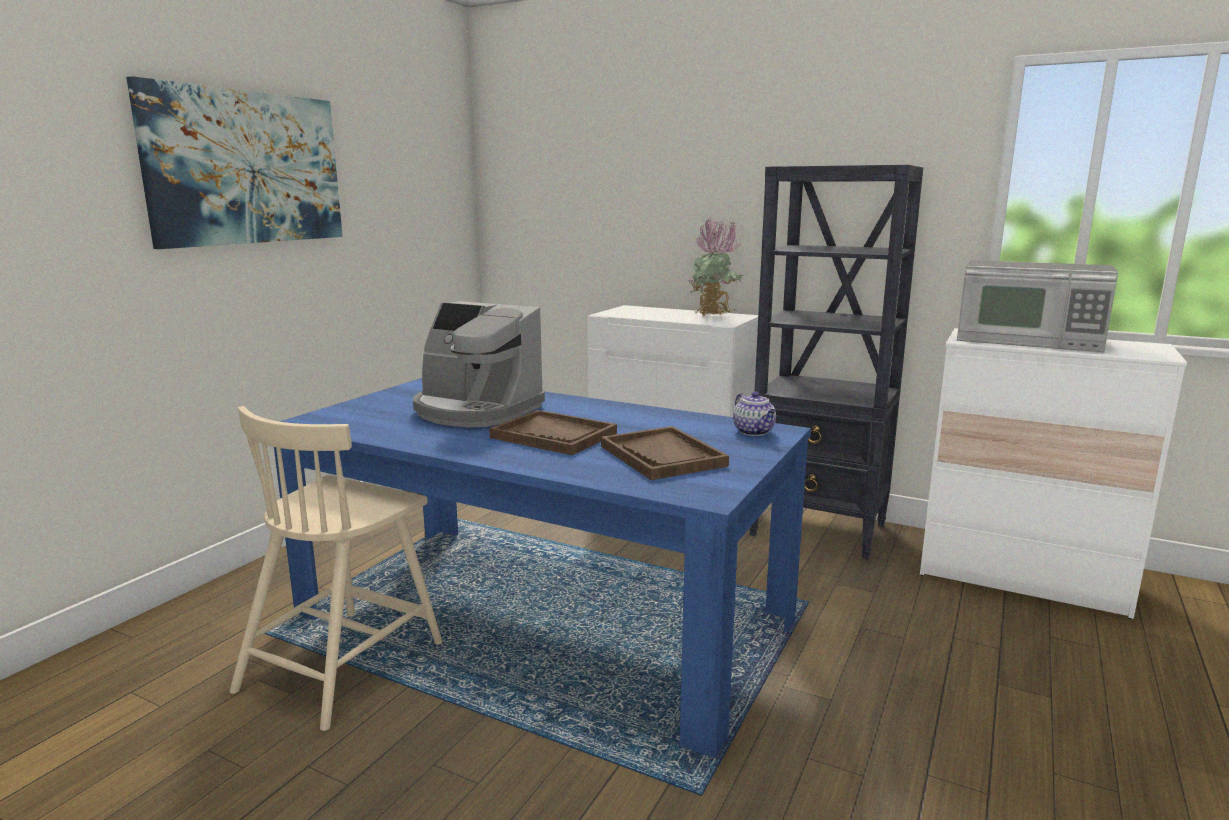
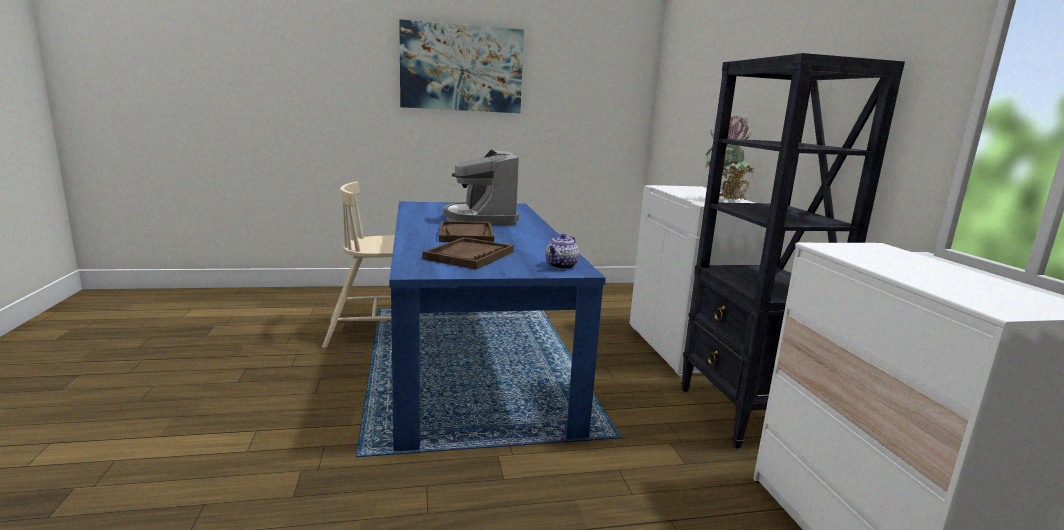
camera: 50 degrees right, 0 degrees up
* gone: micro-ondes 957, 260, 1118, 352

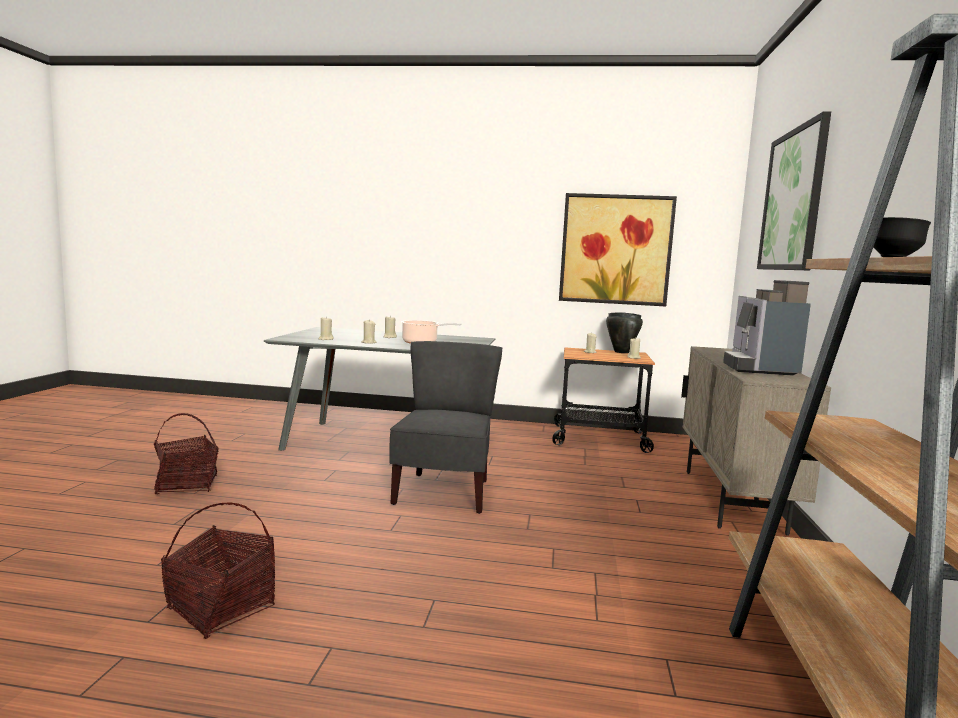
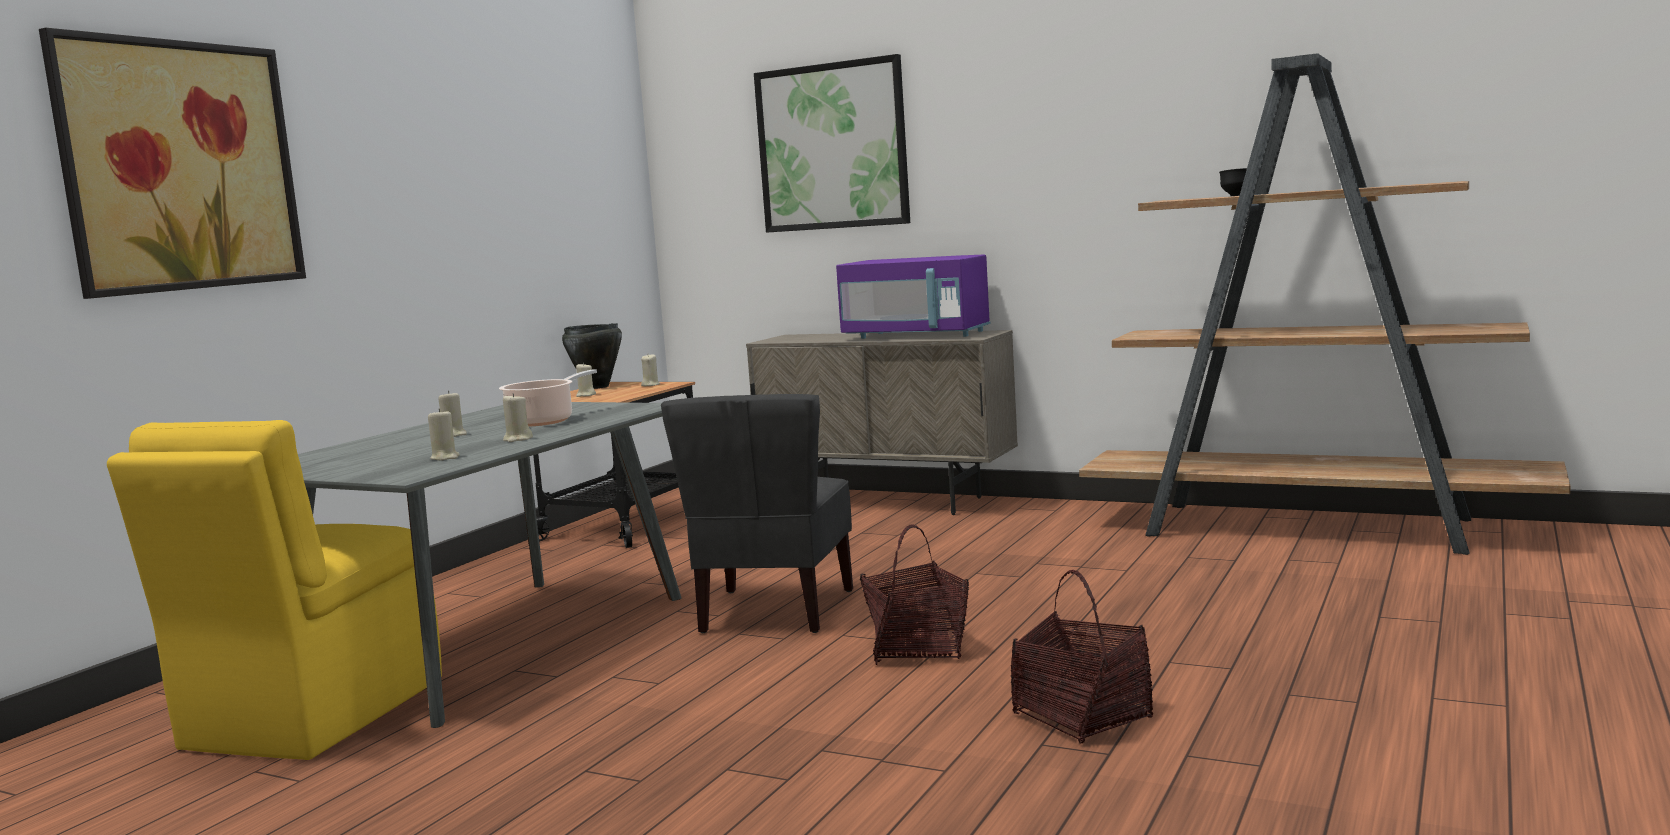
camera: 70 degrees left, 0 degrees up
* shifted: tableau 559, 193, 677, 306 to 39, 28, 306, 299
* new: chaise/jaune 107, 420, 442, 760
* rotated: chaise/gris 389, 341, 503, 514 = 661, 394, 853, 633 105 degrees counterclockwise
* swapped: machine à café 723, 280, 811, 376 to micro-ondes/violet 836, 254, 990, 339
* shifted: panier 154, 413, 219, 494 to 860, 524, 969, 665

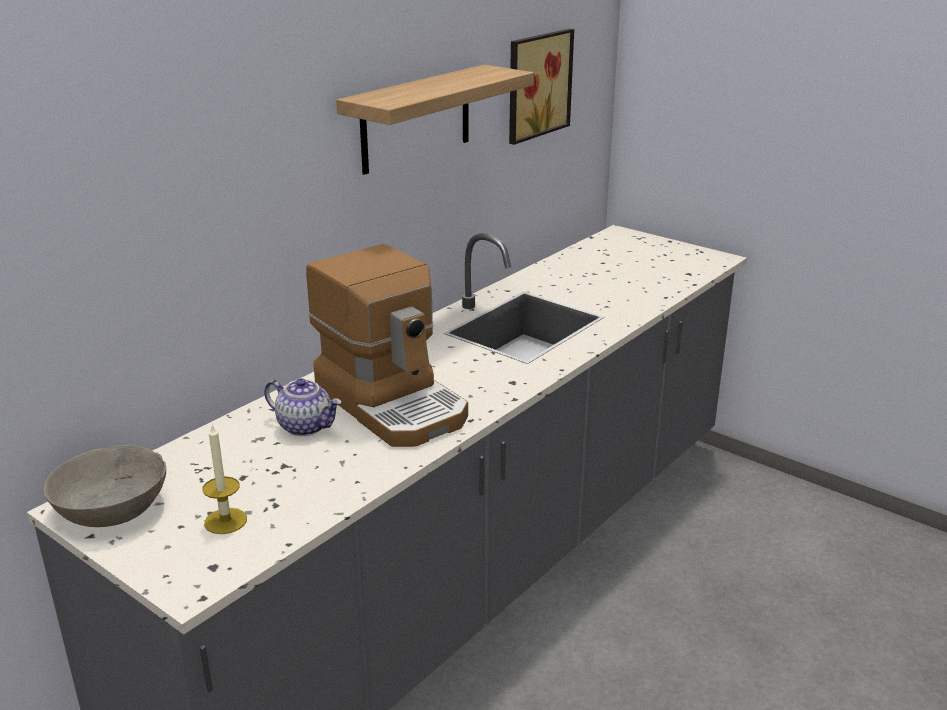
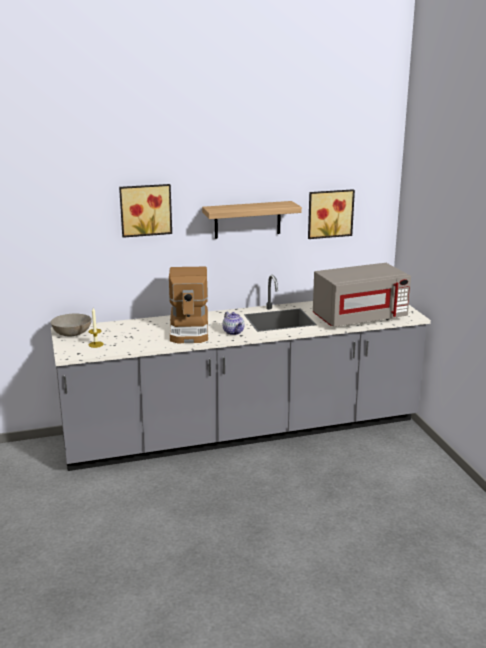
camera: 35 degrees right, 5 degrees down
* new: tableau 119, 184, 172, 238
* shifted: théière 264, 378, 342, 436 to 222, 312, 245, 335
* new: micro-ondes/gris 313, 263, 411, 327

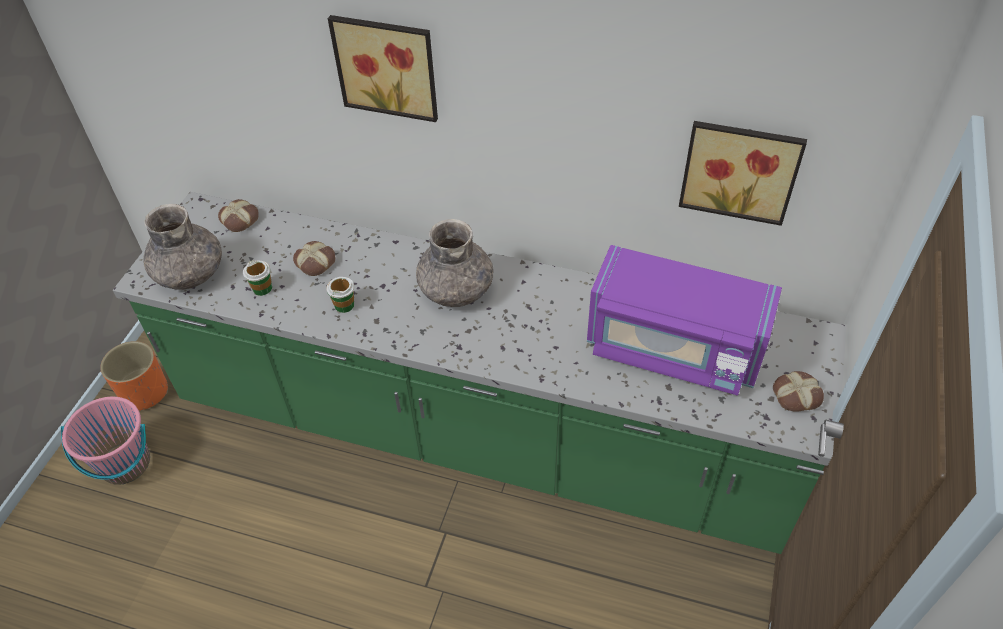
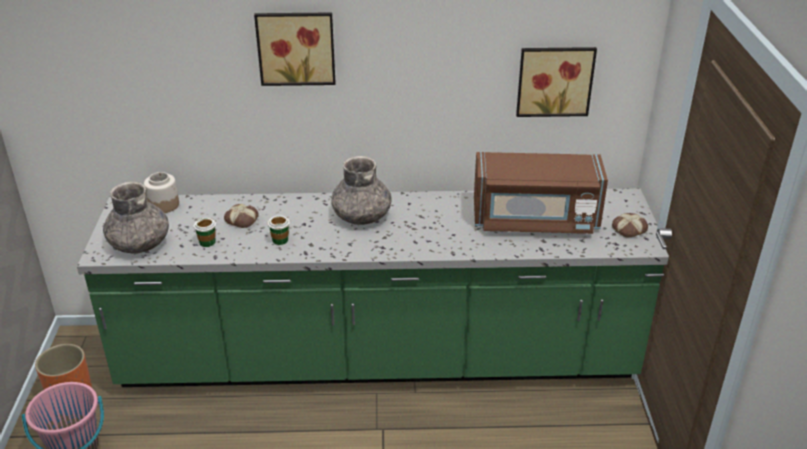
camera: 20 degrees left, 15 degrees down
* swapped: pain 218, 199, 259, 232 to bocal 144, 172, 179, 213
* repainted: micro-ondes/violet 587, 245, 782, 396 to micro-ondes/marron 474, 152, 608, 234

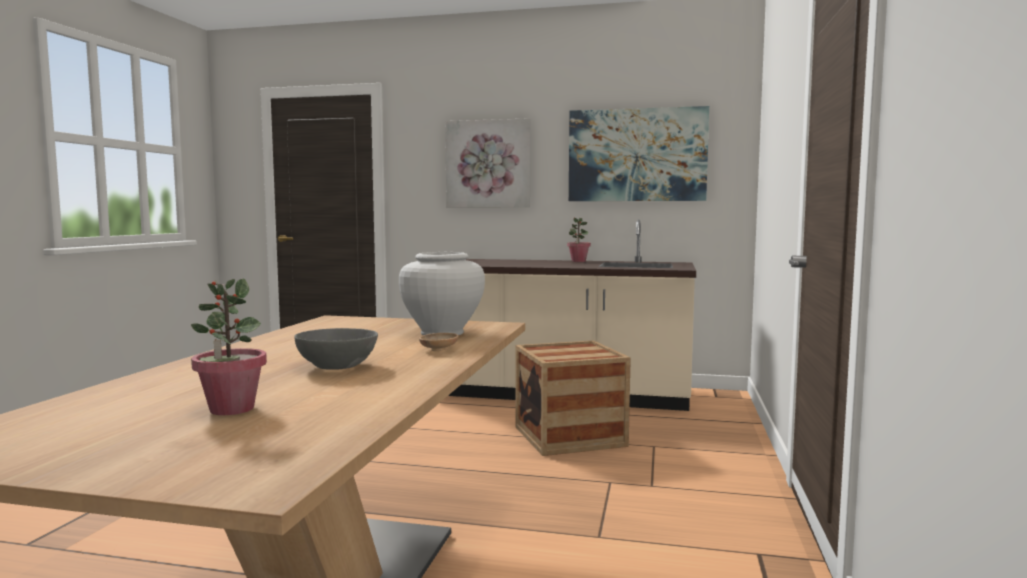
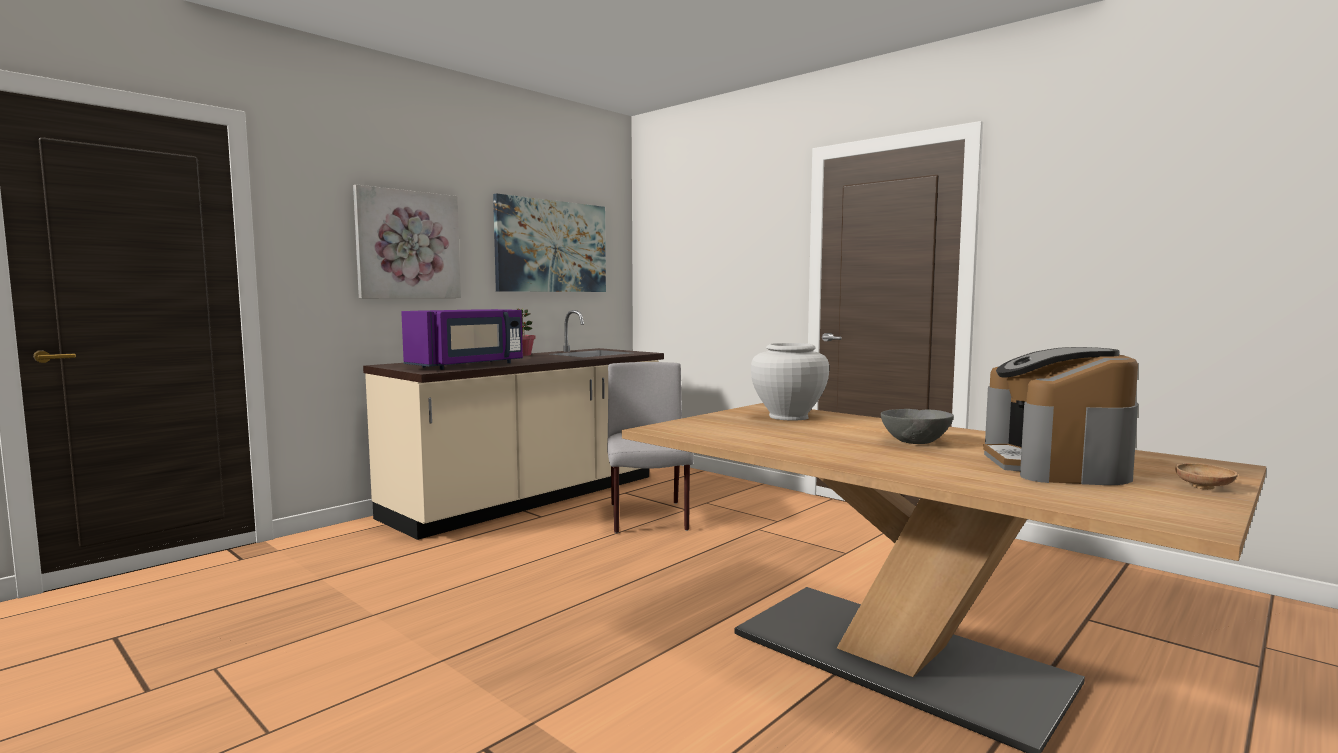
camera: 60 degrees left, 0 degrees up
* new: micro-ondes/violet 401, 309, 523, 370
* swapped: caisse 515, 340, 631, 456 to chaise/gris 607, 362, 694, 533
* swapped: plante en pot 191, 279, 267, 415 to machine à café 983, 347, 1138, 485
* shifted: bol/marron 419, 333, 459, 351 to 1175, 463, 1238, 490

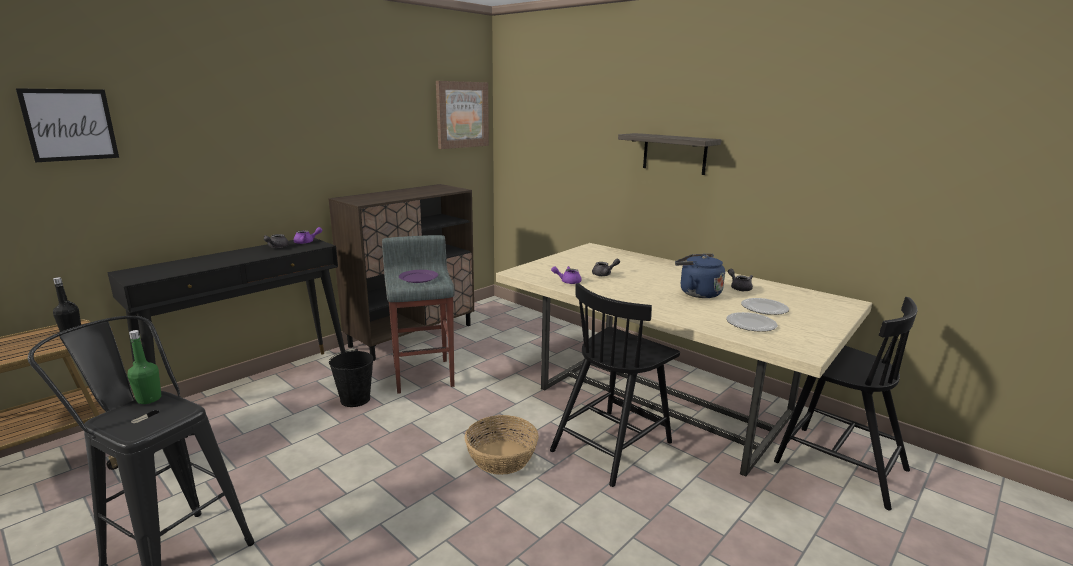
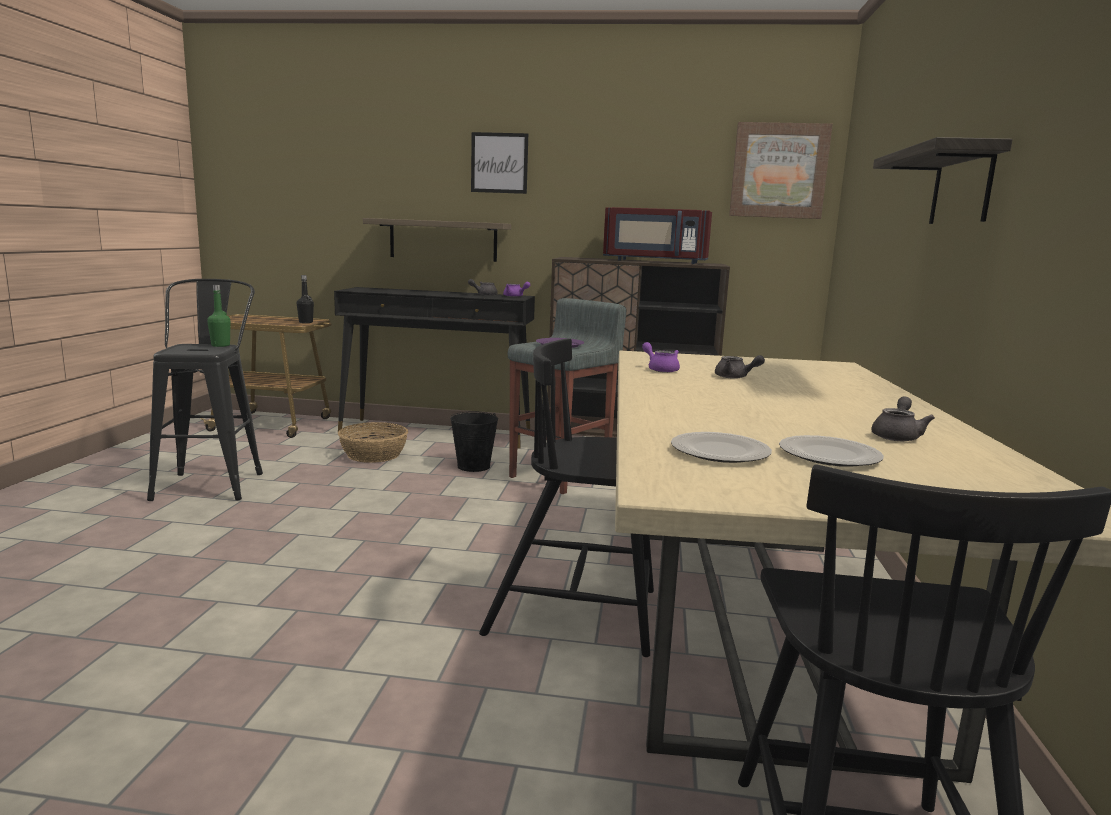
camera: 55 degrees right, 5 degrees down
* shifted: panier 465, 415, 539, 475 to 338, 422, 408, 463
* new: étagère 363, 218, 511, 262
* shifted: tableau 16, 88, 119, 162 to 471, 132, 528, 194
* new: micro-ondes/rouge 603, 207, 712, 264
* gone: bouilloire/bleu 675, 254, 725, 298

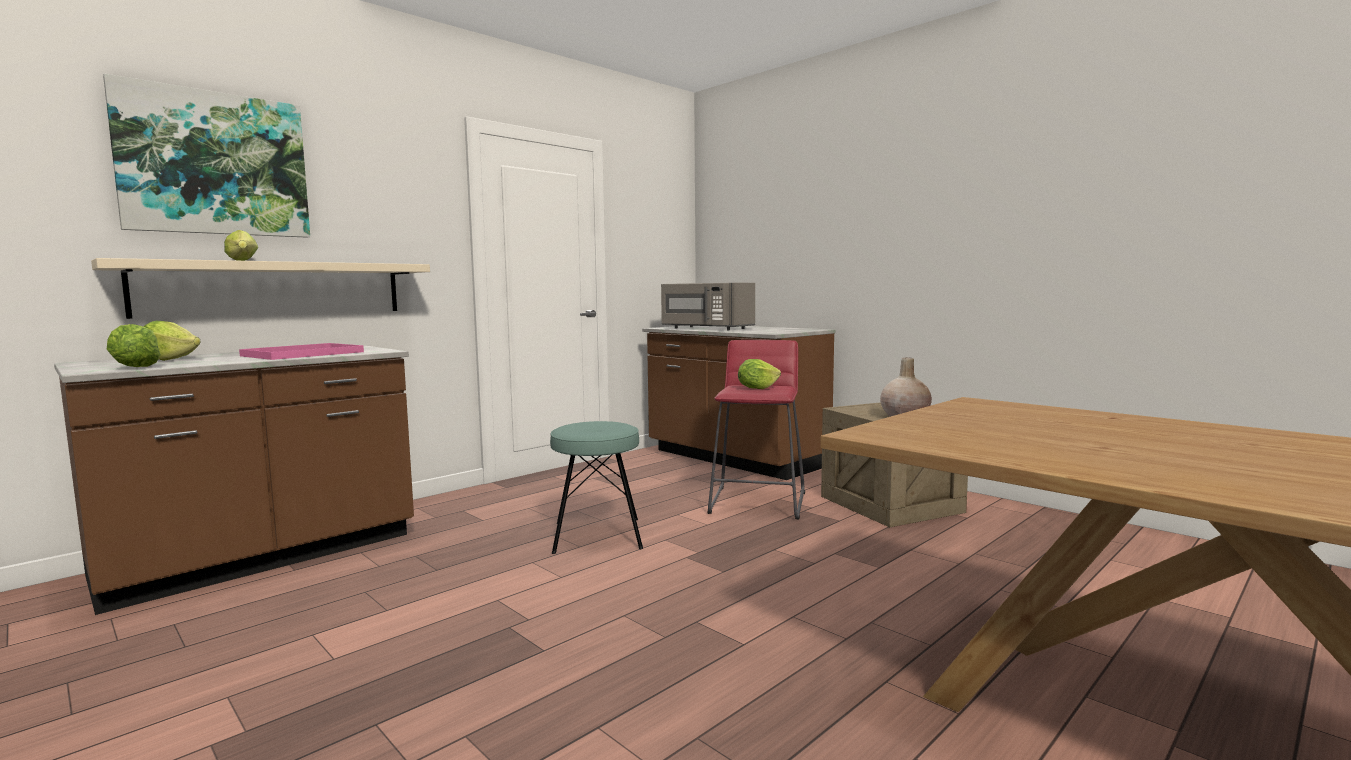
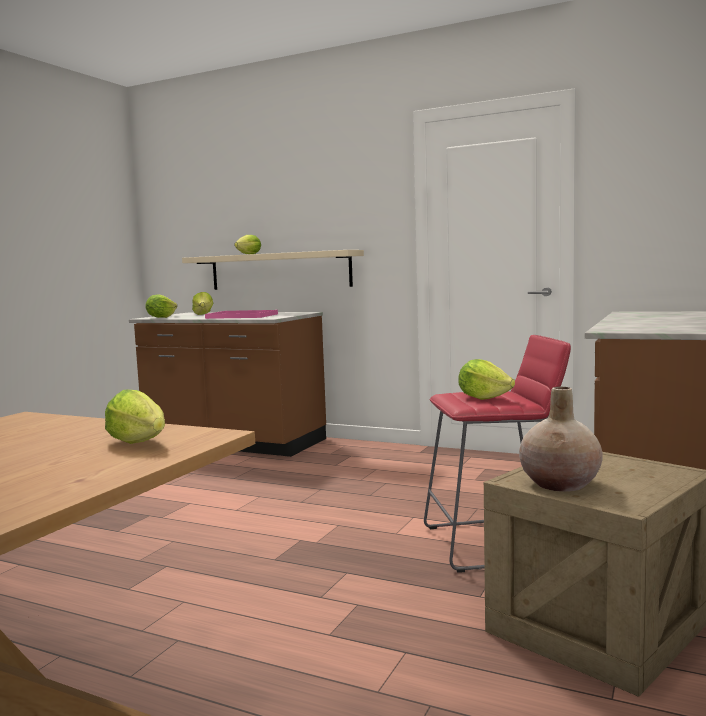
camera: 70 degrees right, 0 degrees up
* new: laitue 105, 390, 165, 444
* gone: tableau 103, 73, 310, 238
* gone: tabouret/turquoise 550, 421, 643, 554
* gone: micro-ondes/gris 661, 283, 755, 330

